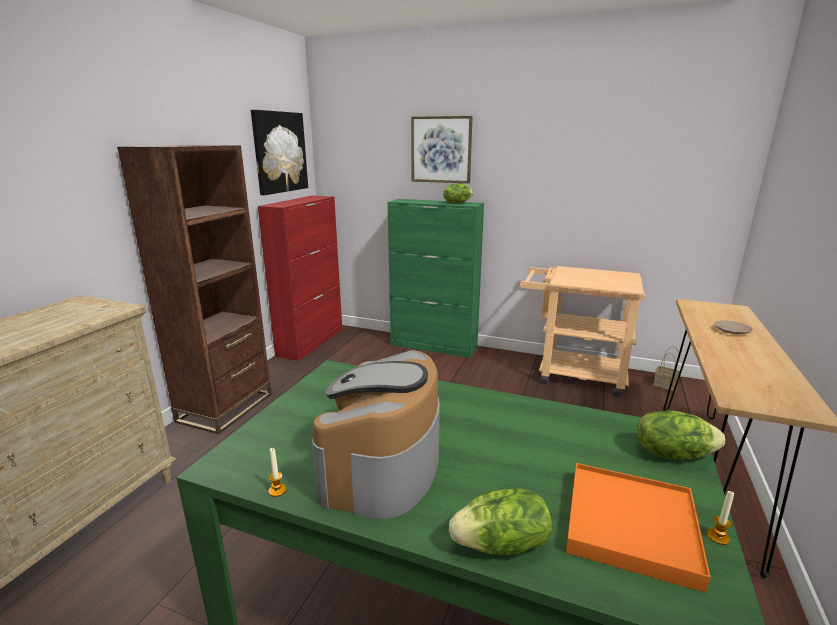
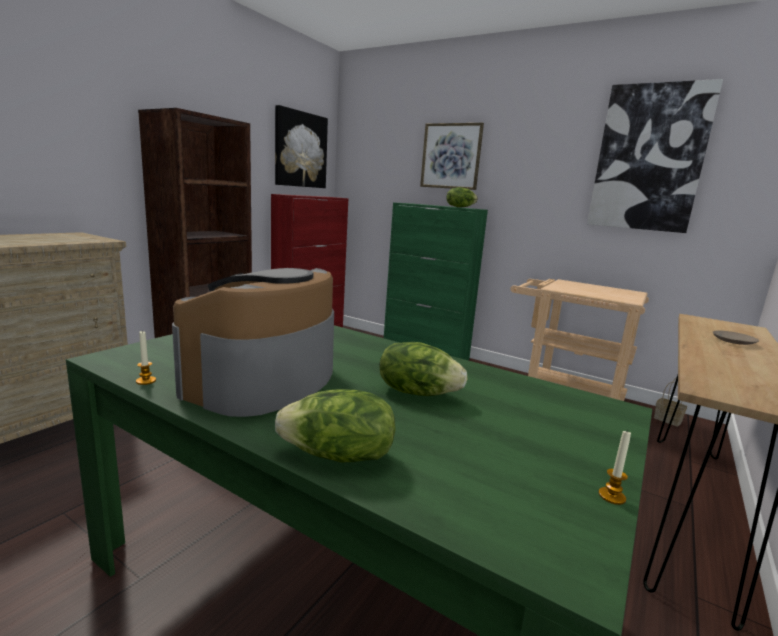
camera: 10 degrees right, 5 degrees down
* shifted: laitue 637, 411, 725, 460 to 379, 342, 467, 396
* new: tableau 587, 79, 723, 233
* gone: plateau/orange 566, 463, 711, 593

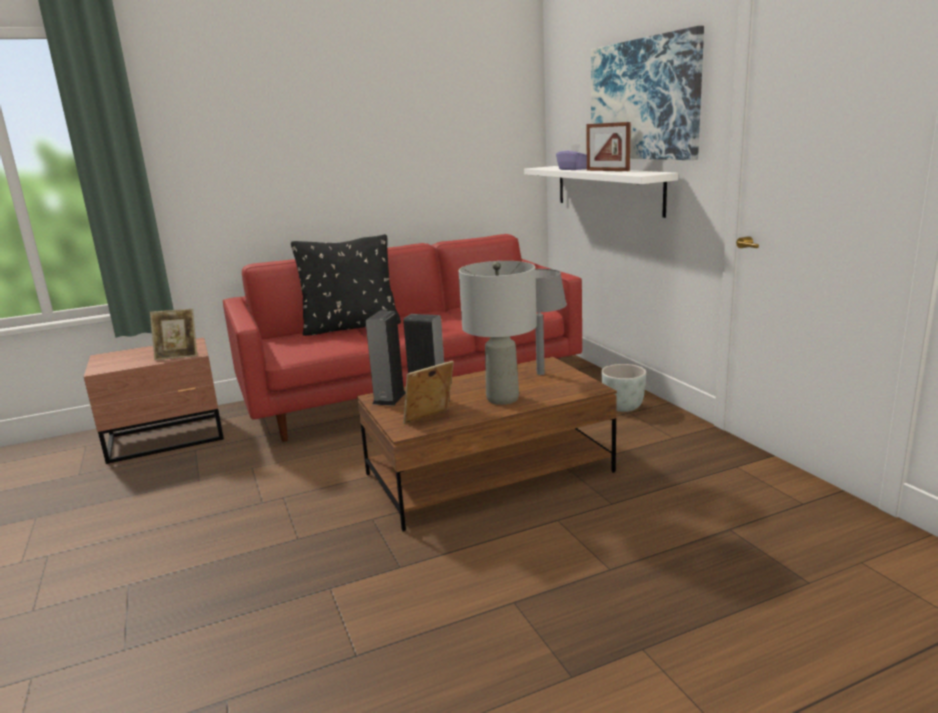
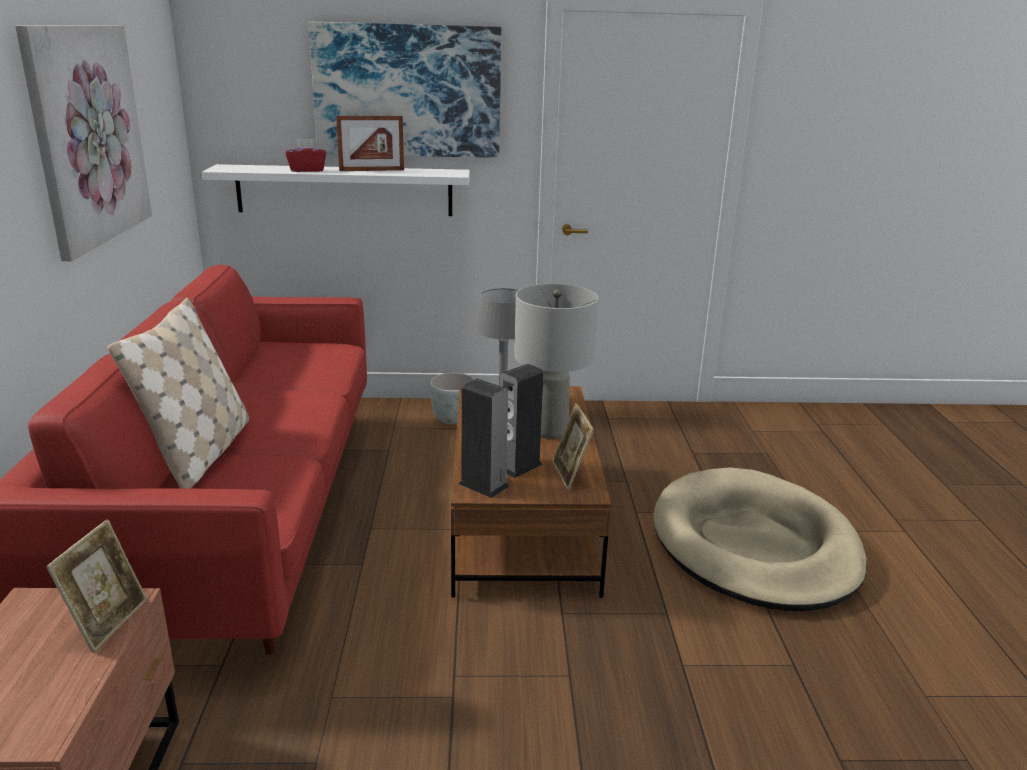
camera: 70 degrees left, 5 degrees up
* new: tableau 15, 25, 152, 261
* repainted: coussin/noir 291, 234, 401, 336 to coussin/beige 108, 298, 249, 489
* repainted: boîte à mouchoirs/violet 556, 144, 587, 170 to boîte à mouchoirs/rouge 285, 139, 326, 172
* new: panier pour chien/beige 653, 467, 867, 611

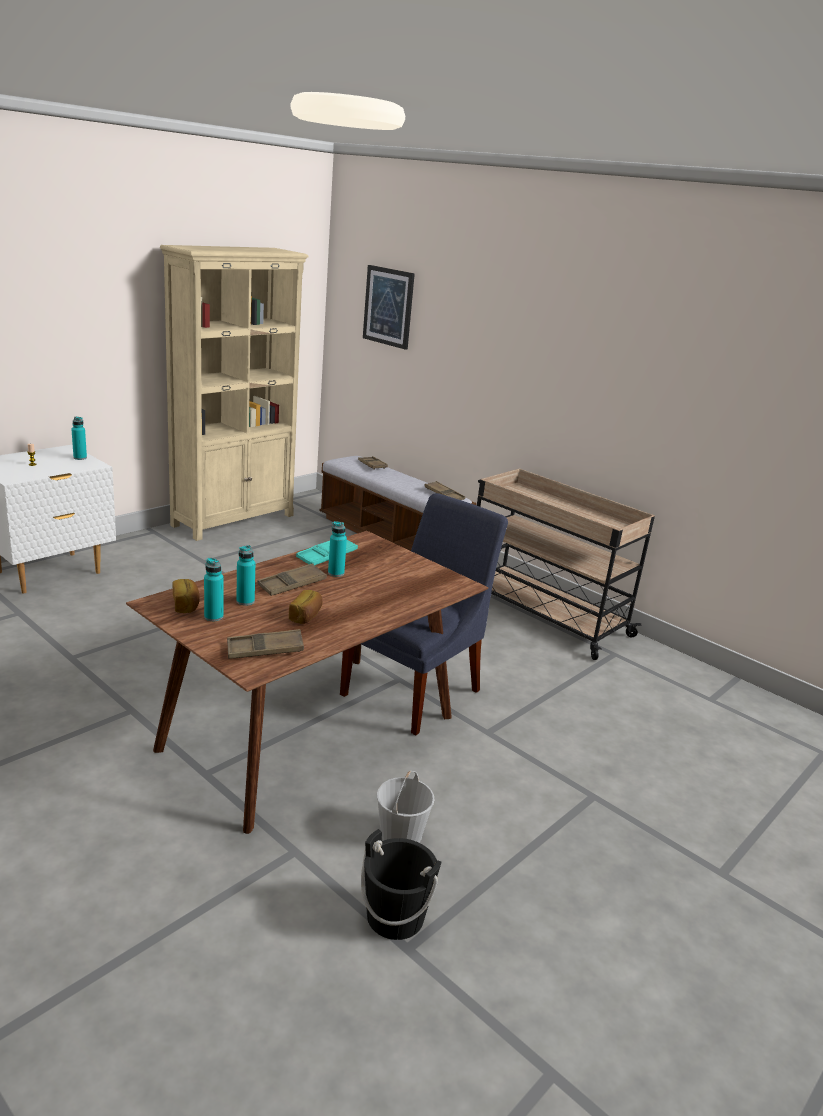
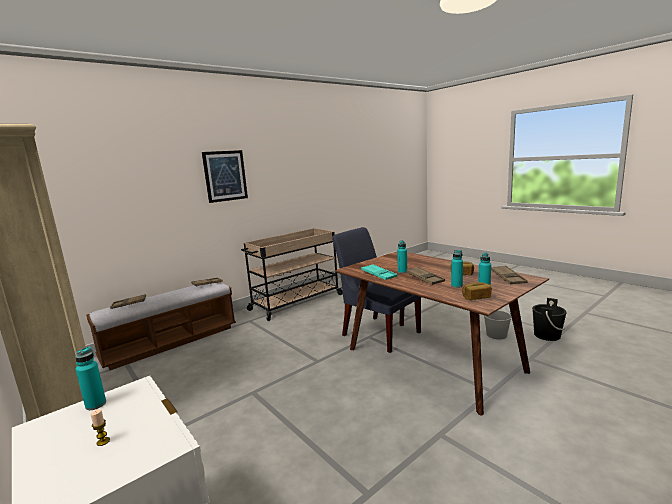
camera: 80 degrees left, 10 degrees down
* shifted: tableau 363, 265, 415, 350 to 202, 150, 248, 203

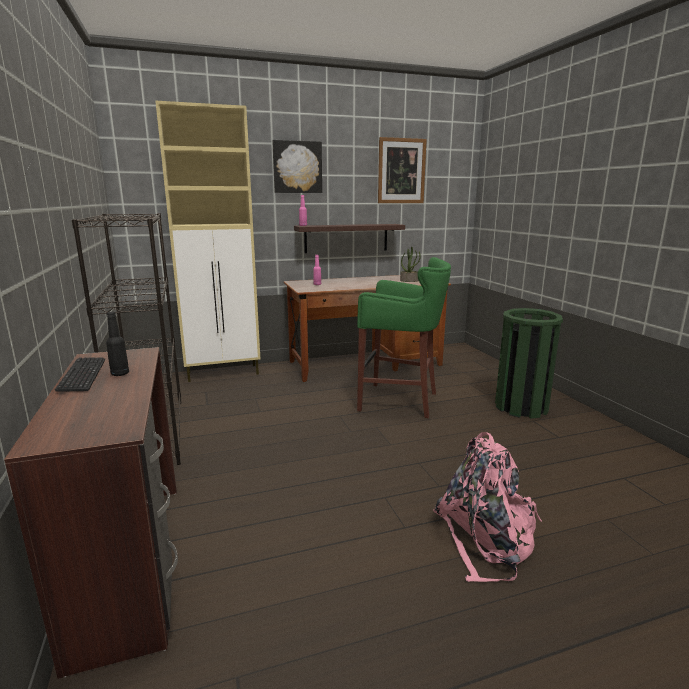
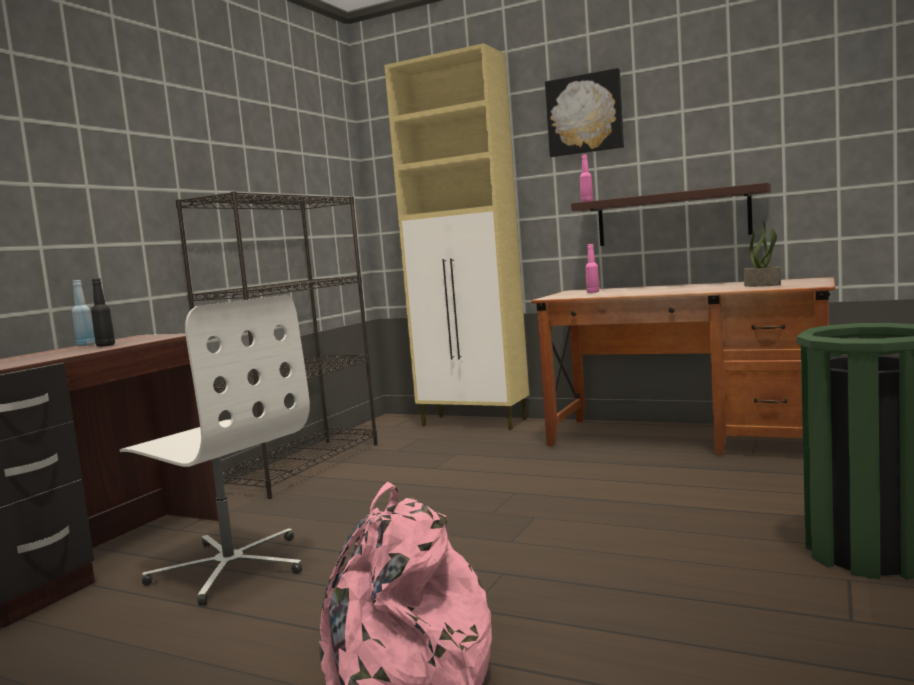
camera: 45 degrees right, 10 degrees down
* swapped: clavier 55, 358, 105, 392 to bouteille/bleu 72, 280, 95, 346
* new: chaise de bureau/blanc 119, 295, 310, 606
* gone: tabouret/vert 357, 257, 451, 418
* gone: tableau 378, 137, 427, 203

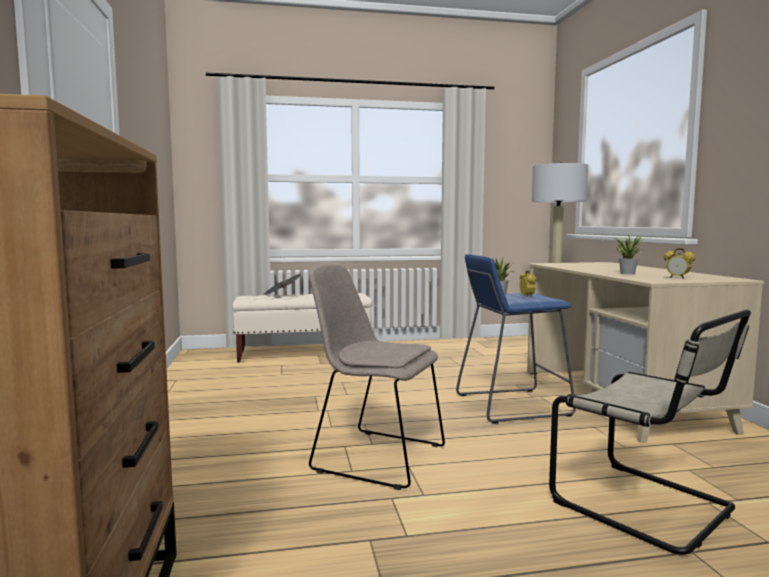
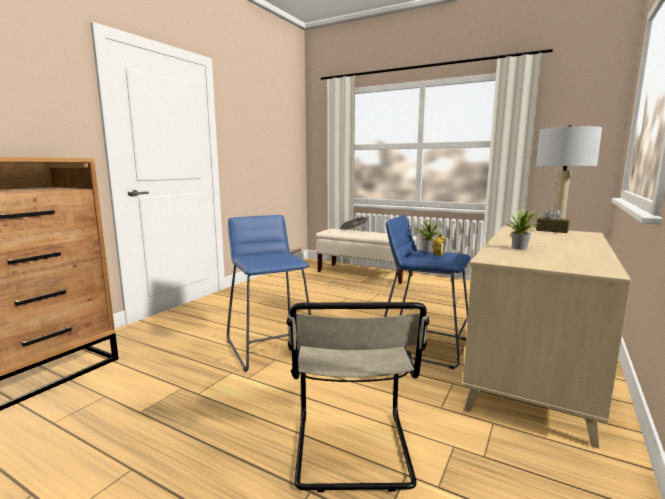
camera: 40 degrees right, 5 degrees up
* swapped: chaise/beige 309, 264, 445, 490 to tabouret/bleu 227, 215, 311, 372
* new: boîte à mouchoirs/marron 536, 207, 570, 233
* gone: réveil 664, 248, 695, 279

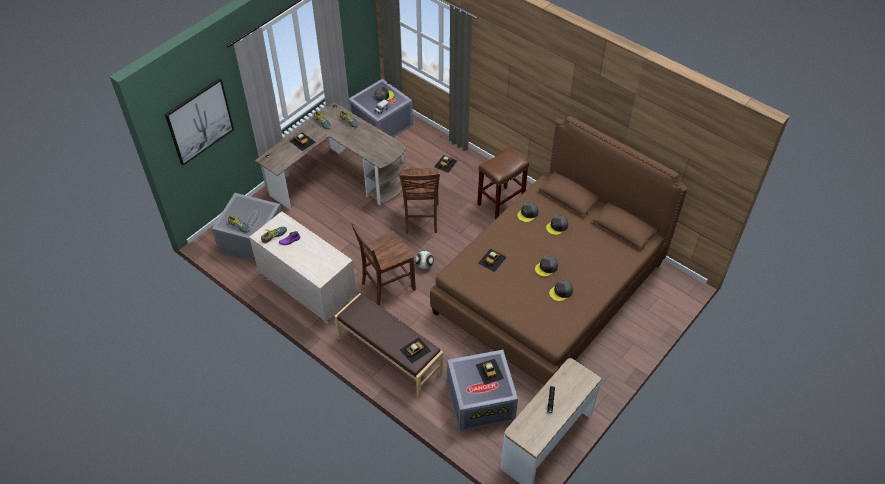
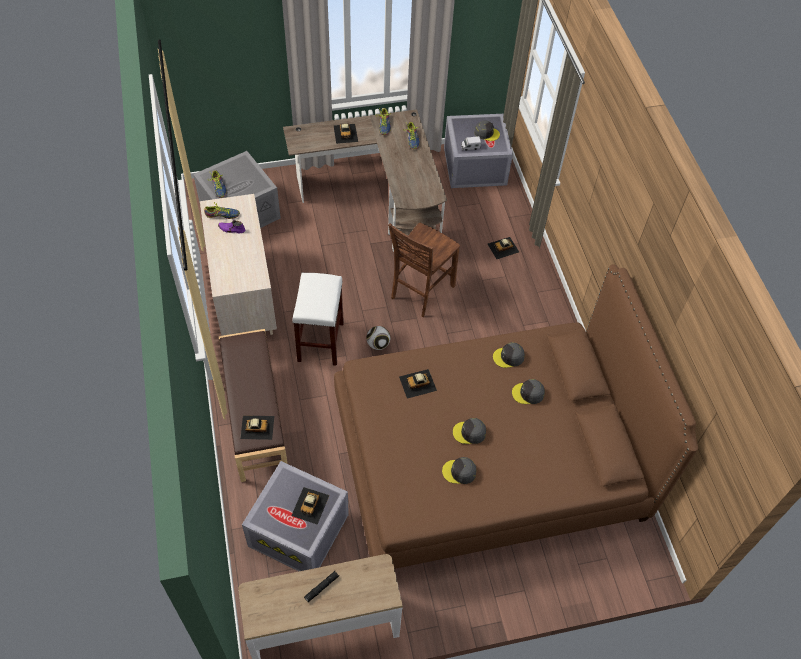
camera: 35 degrees right, 5 degrees up
* swapped: chaise/marron 351, 223, 416, 305 to tabouret/blanc 292, 273, 344, 366
* gone: tableau 165, 78, 234, 166
* gone: tabouret/marron 477, 147, 529, 219

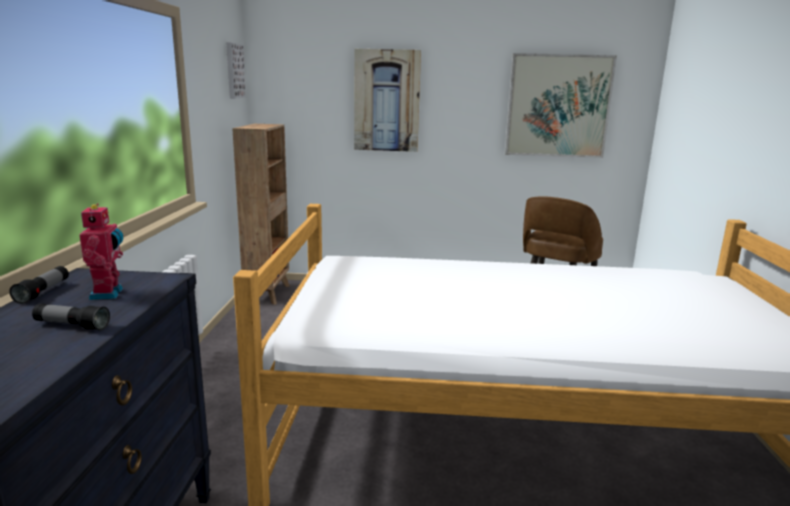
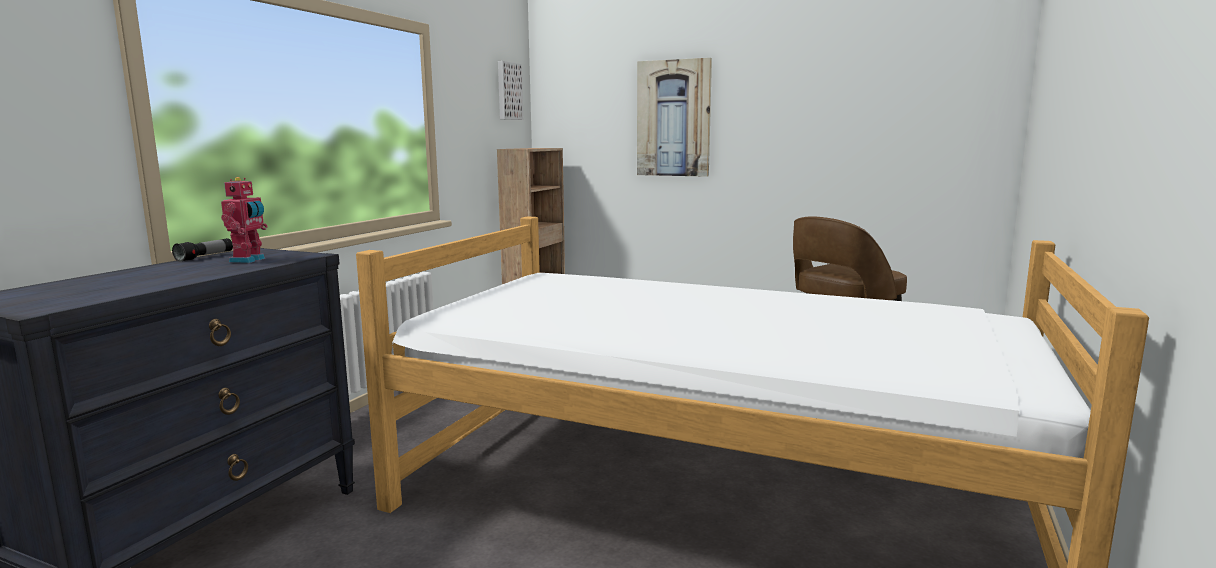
camera: 20 degrees right, 5 degrees down
* gone: lampe de poche 32, 303, 110, 330
* gone: tableau 505, 53, 617, 158

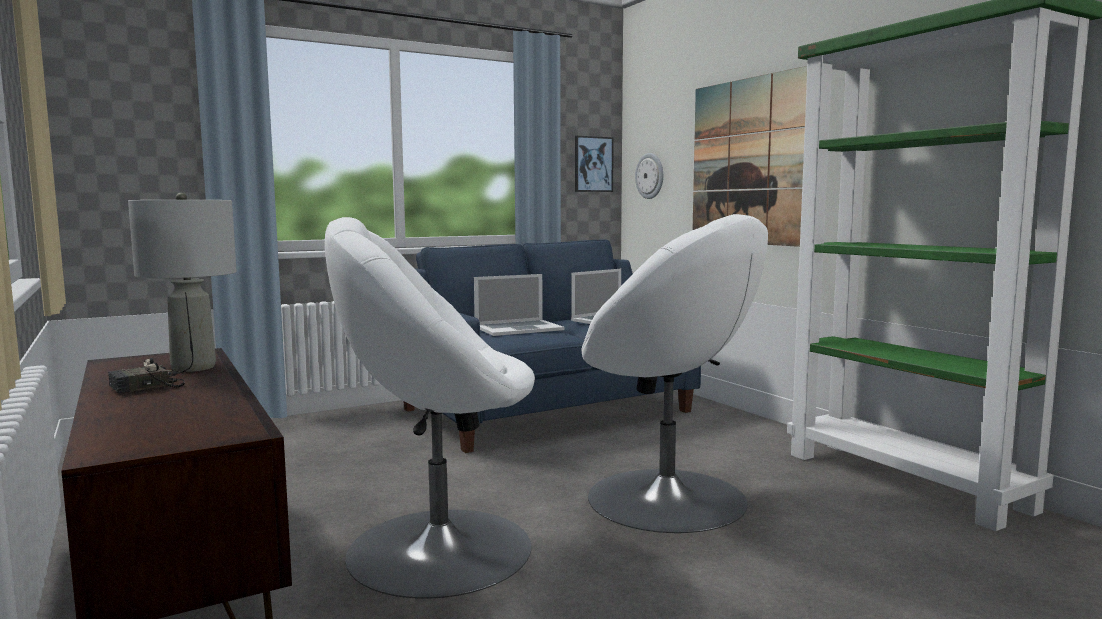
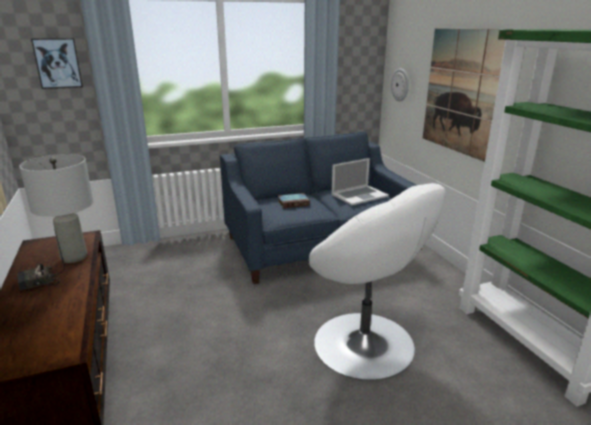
camera: 10 degrees right, 15 degrees up
* shifted: tableau 575, 136, 614, 192 to 31, 38, 83, 89
* swapped: ordinateur portable 474, 274, 564, 336 to livre 278, 193, 310, 208
* gone: fauteuil/blanc 325, 217, 535, 599

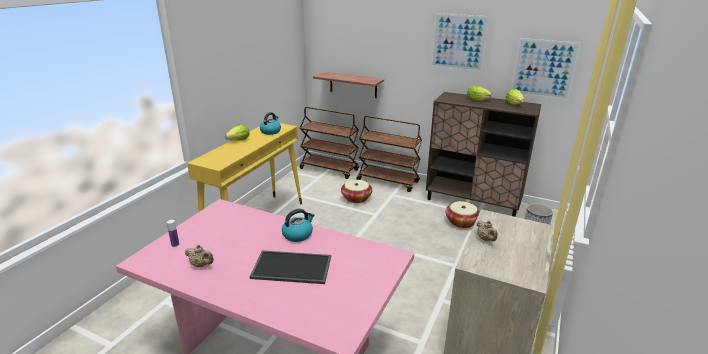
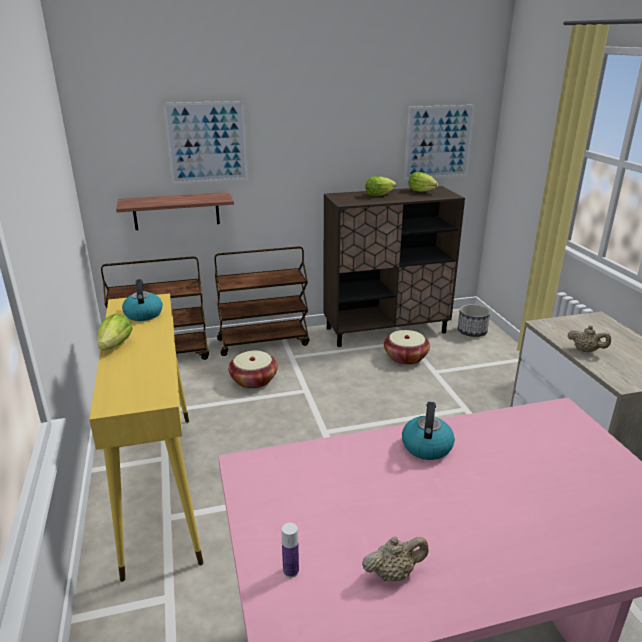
camera: 40 degrees left, 0 degrees up
* shifted: tableau 431, 13, 490, 72 to 163, 101, 248, 184
* gone: plateau 250, 250, 331, 284

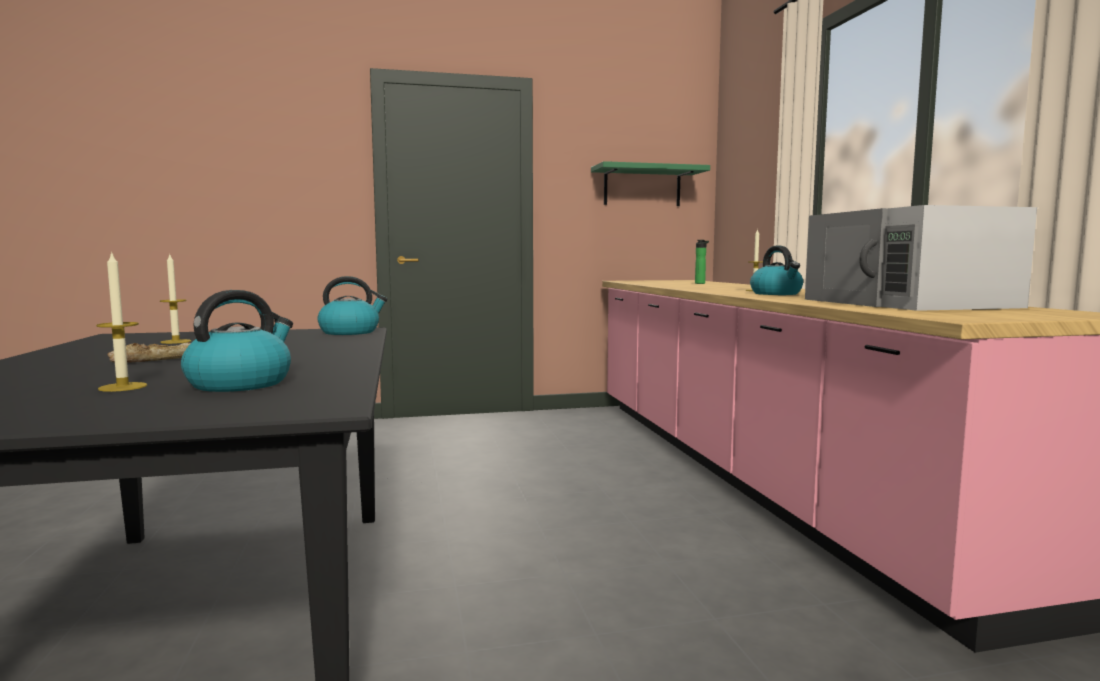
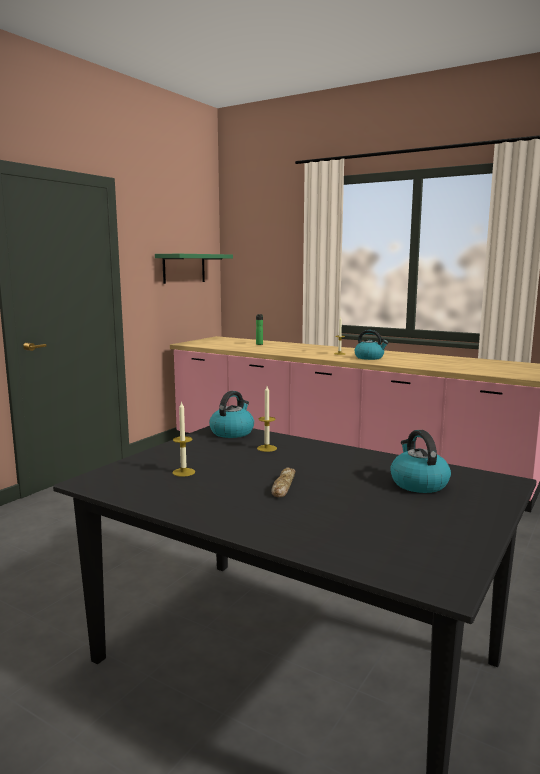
camera: 45 degrees left, 5 degrees up
* shifted: bougie 96, 251, 147, 392 to 257, 386, 277, 452
* gone: micro-ondes/blanc 805, 205, 1037, 311

